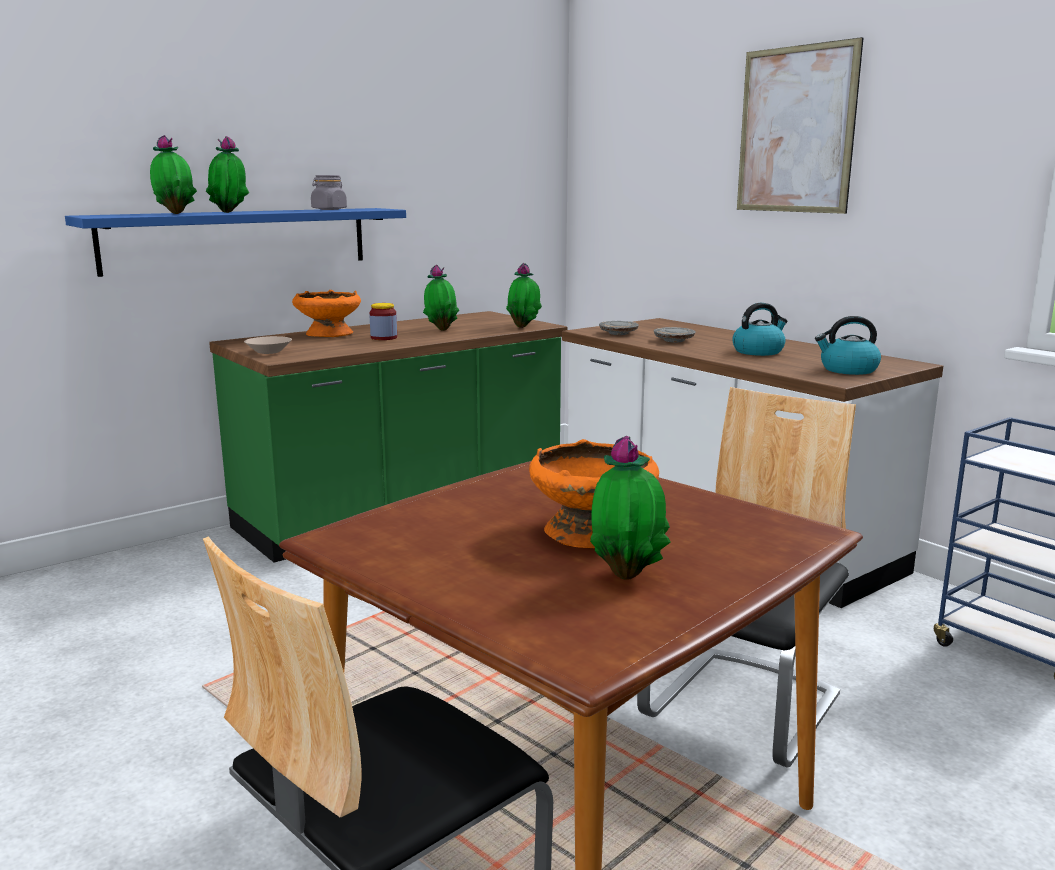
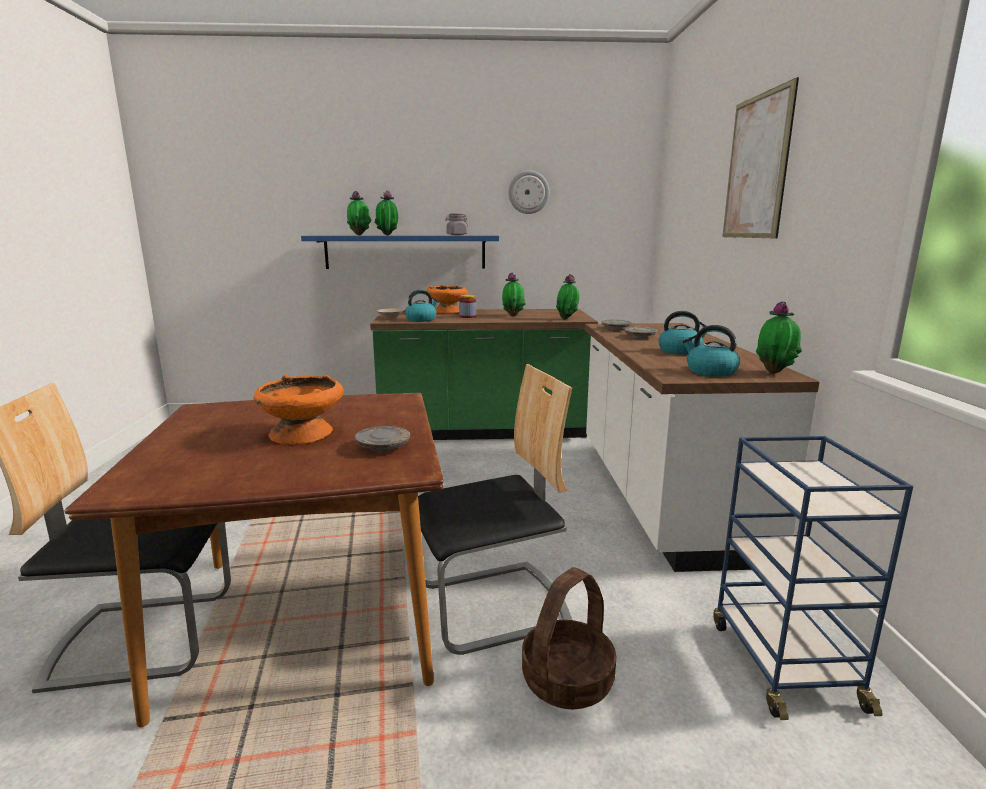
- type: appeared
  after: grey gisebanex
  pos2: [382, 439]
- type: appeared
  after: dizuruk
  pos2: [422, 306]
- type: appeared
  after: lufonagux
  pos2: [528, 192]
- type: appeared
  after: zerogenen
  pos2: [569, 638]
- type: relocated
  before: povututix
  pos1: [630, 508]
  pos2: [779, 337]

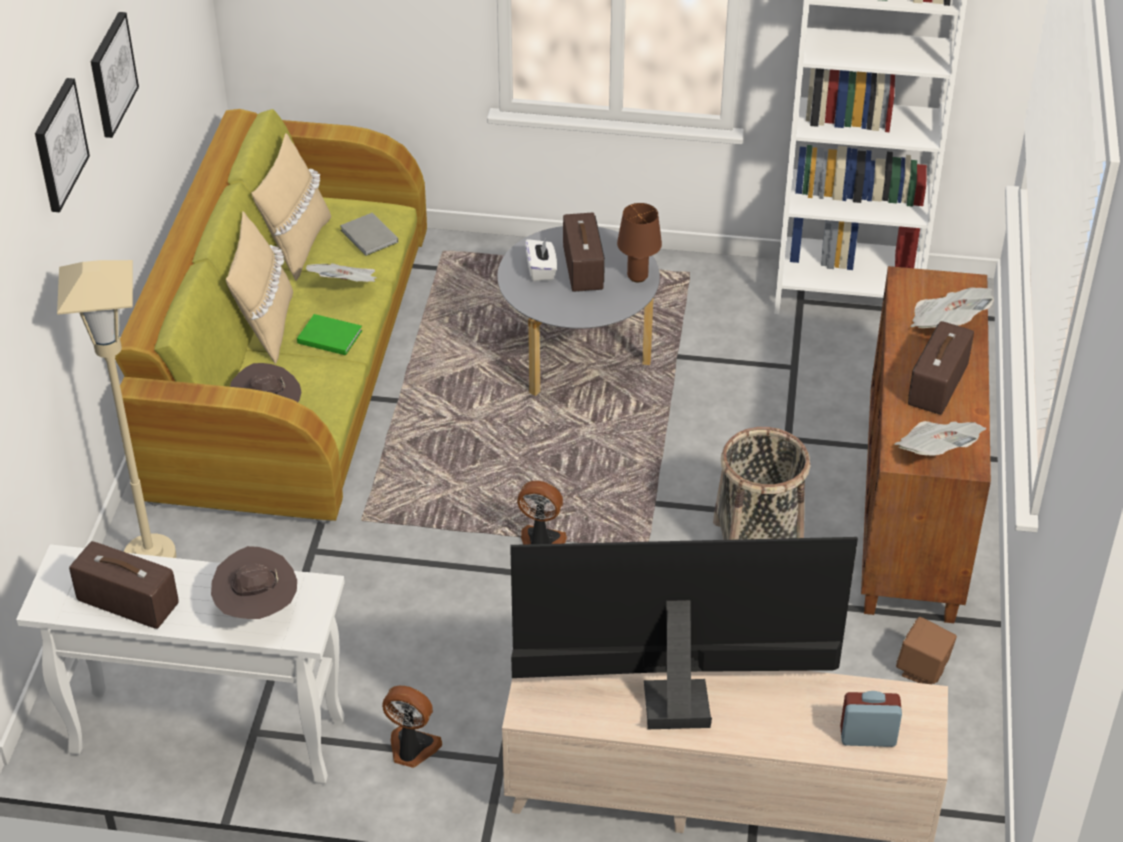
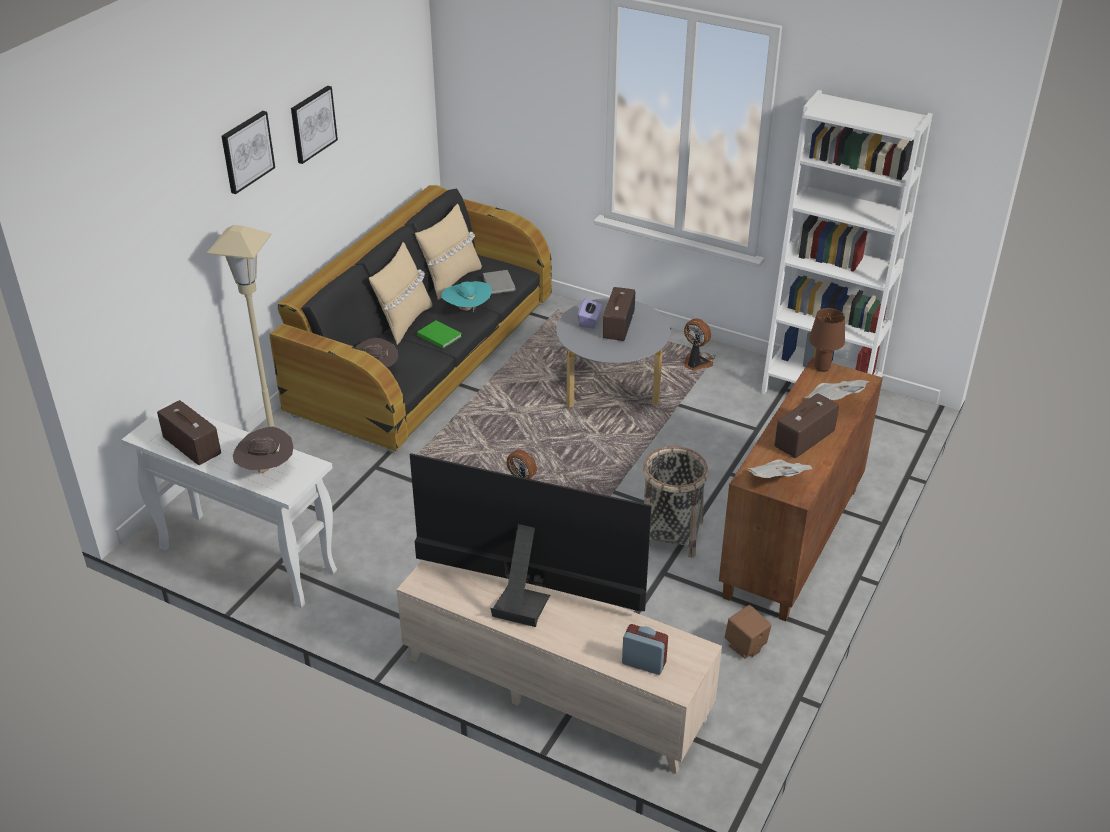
- type: colour
  before: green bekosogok
  after: black bekosogok
  pos1: [271, 316]
  pos2: [411, 319]
- type: exchanged
  before: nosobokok
  after: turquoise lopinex
  pos1: [341, 272]
  pos2: [466, 296]
- type: colour
  before: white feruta
  after: purple feruta
  pos1: [541, 259]
  pos2: [590, 314]
- type: relocated
  before: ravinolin
  pos1: [412, 727]
  pos2: [698, 344]
- type: relocated
  before: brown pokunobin
  pos1: [639, 242]
  pos2: [827, 340]

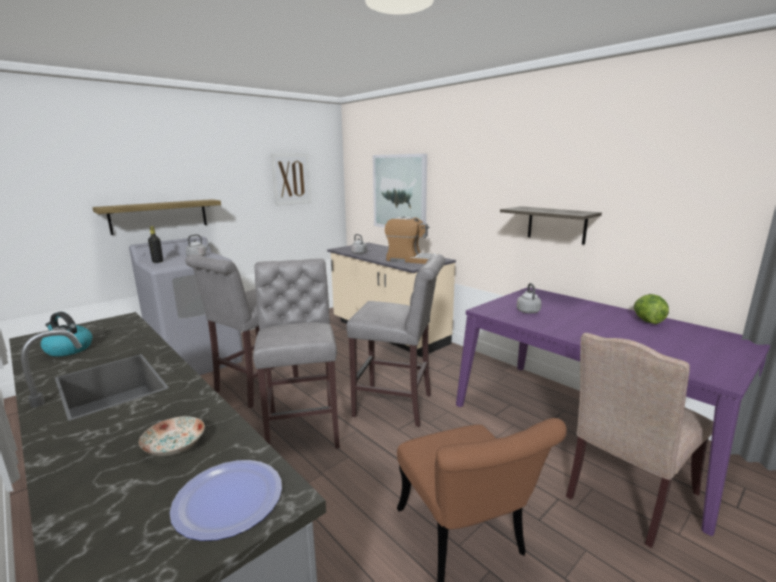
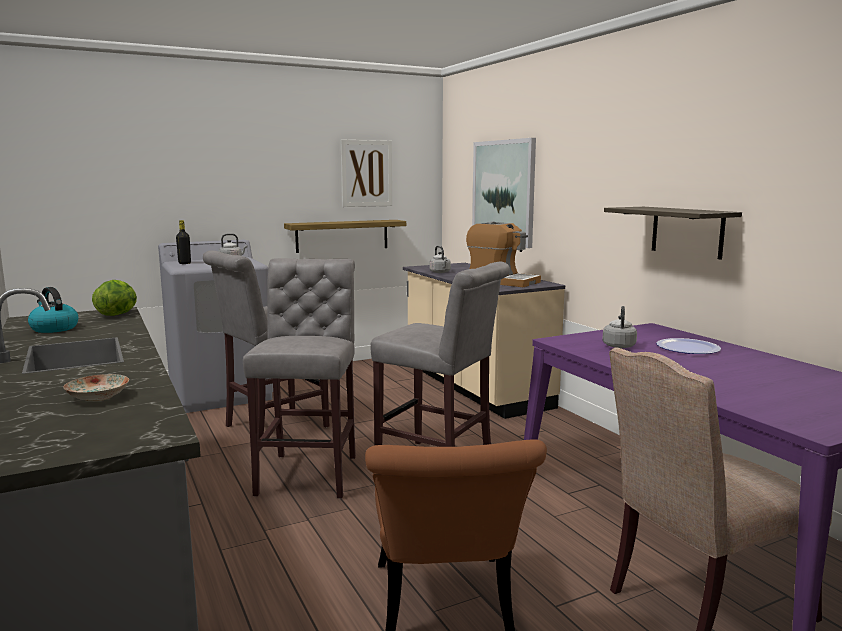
- type: relocated
  before: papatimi
  pos1: [651, 309]
  pos2: [114, 298]
- type: relocated
  before: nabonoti
  pos1: [156, 217]
  pos2: [345, 236]
- type: relocated
  before: gisebanex
  pos1: [226, 500]
  pos2: [688, 346]

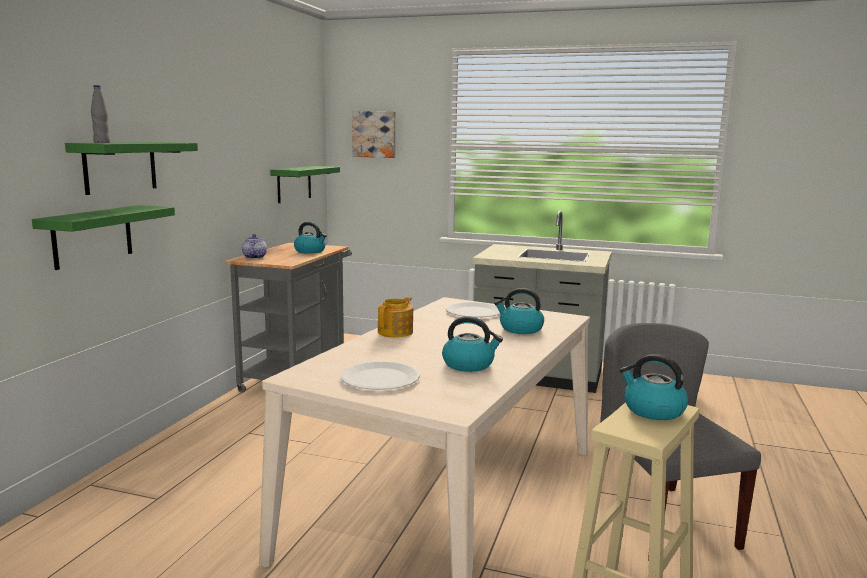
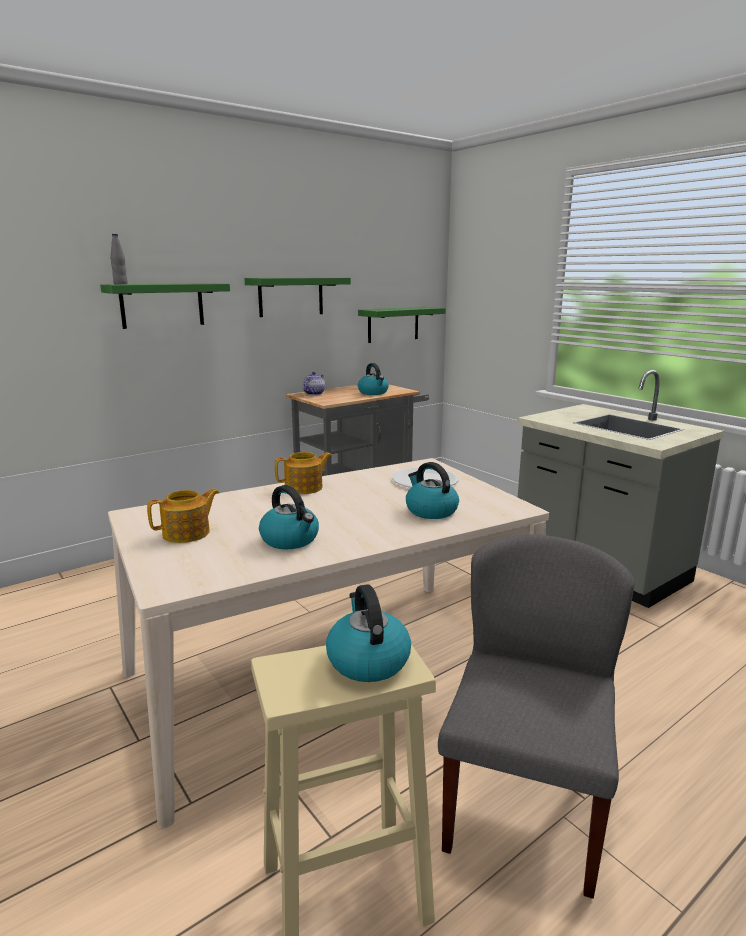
- type: exchanged
  before: white gisebanex
  after: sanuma
  pos1: [380, 375]
  pos2: [183, 516]
- type: relocated
  before: green nabonoti
  pos1: [103, 237]
  pos2: [297, 297]
- type: missing
  before: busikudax
  pos1: [373, 134]

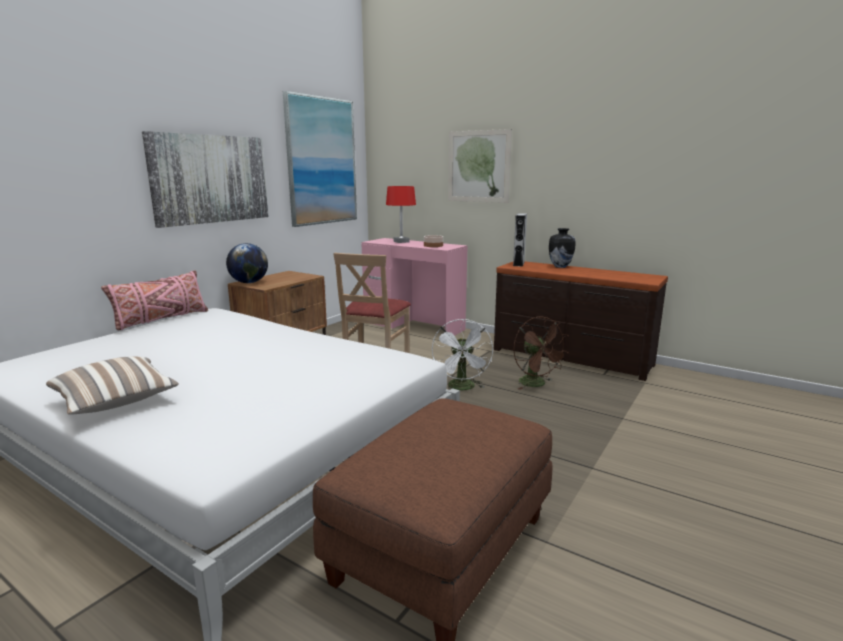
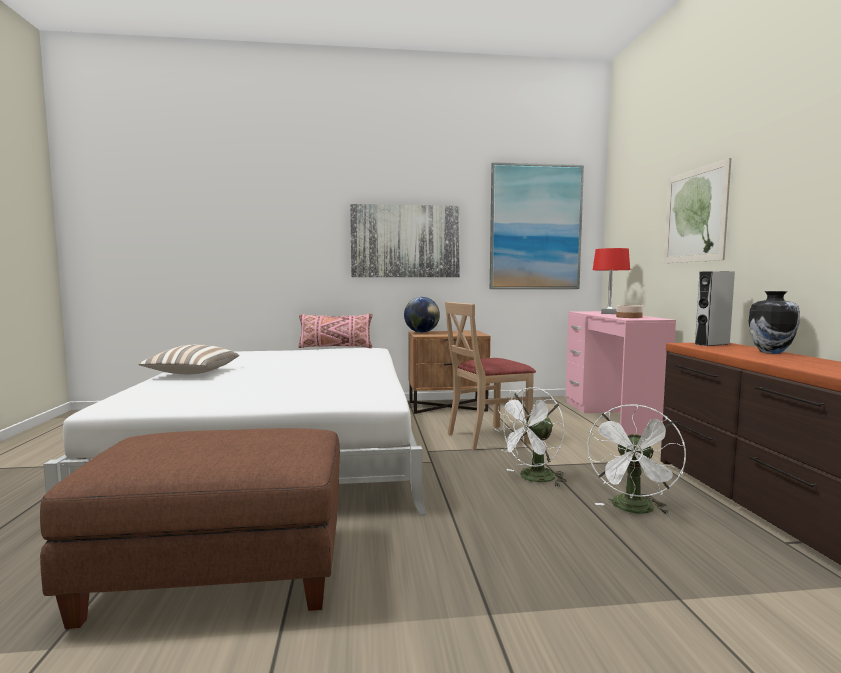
- type: colour
  before: brown ravinolin
  after: white ravinolin
  pos1: [541, 353]
  pos2: [636, 459]

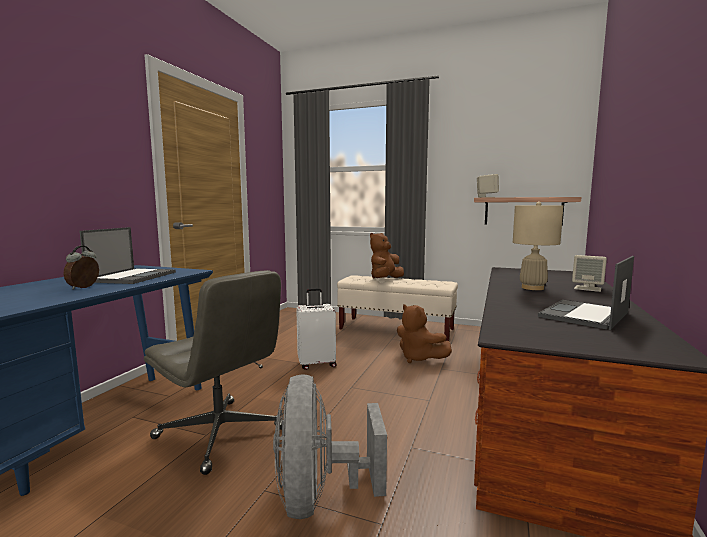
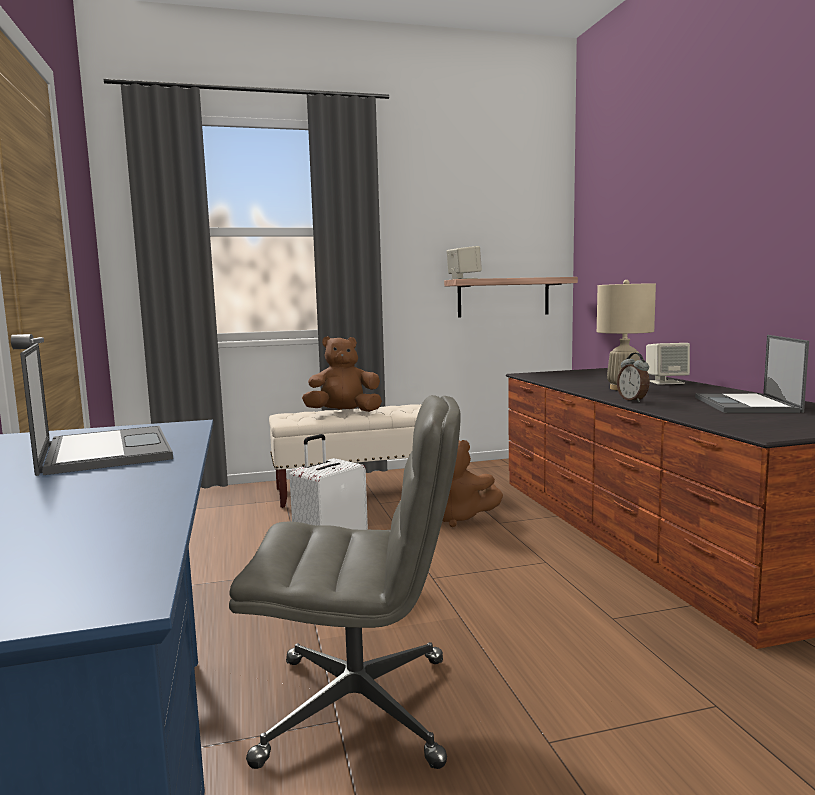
- type: spun
  before: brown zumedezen
  pos1: [387, 255]
  pos2: [342, 374]
  turn: 75
- type: relocated
  before: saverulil
  pos1: [81, 268]
  pos2: [633, 377]
- type: missing
  before: grey ravinolin
  pos1: [330, 446]

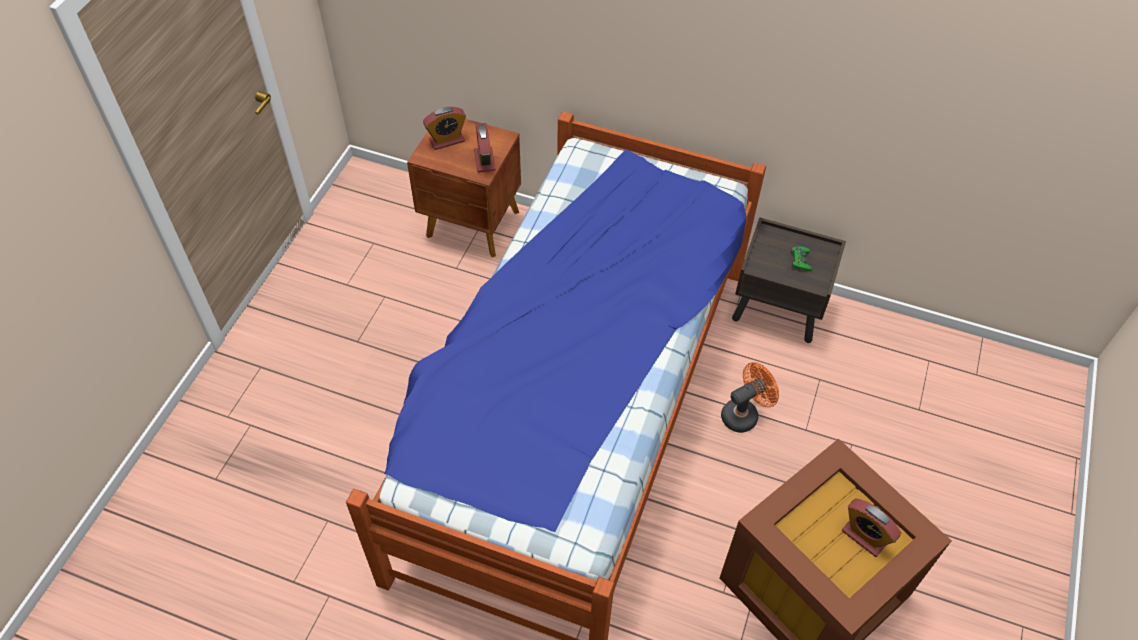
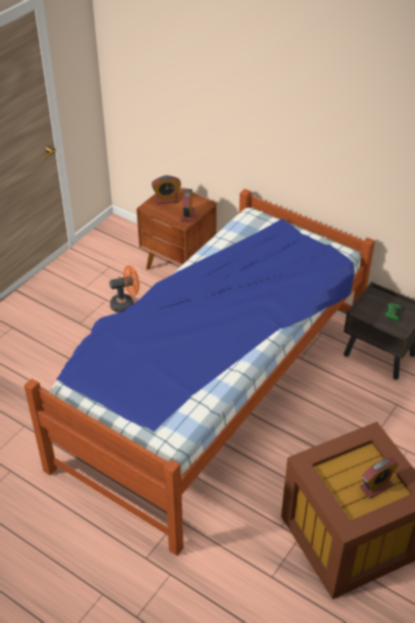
- type: relocated
  before: orange ravinolin
  pos1: [750, 397]
  pos2: [124, 289]
- type: spun
  before: saverulil
  pos1: [871, 527]
  pos2: [379, 478]
  turn: -90

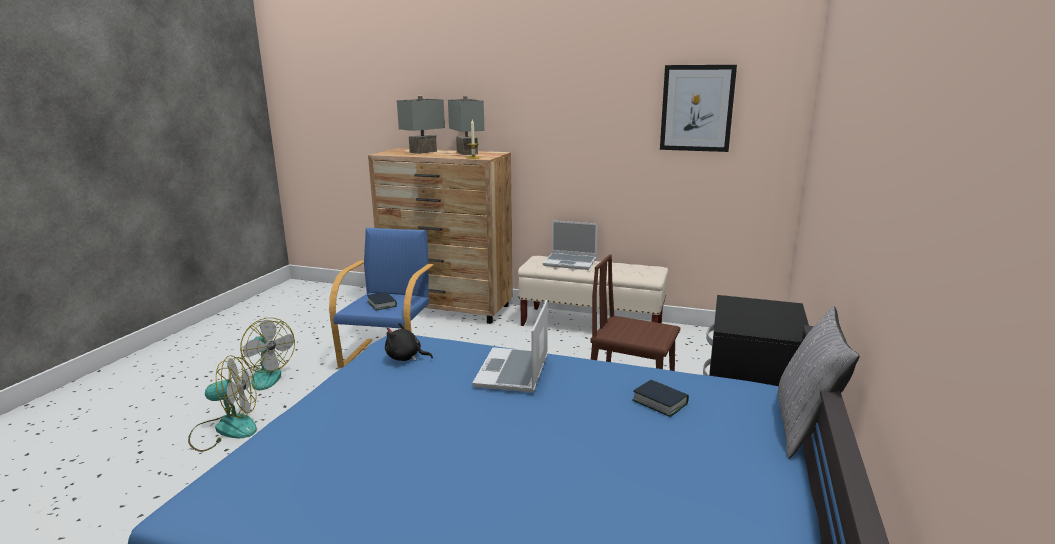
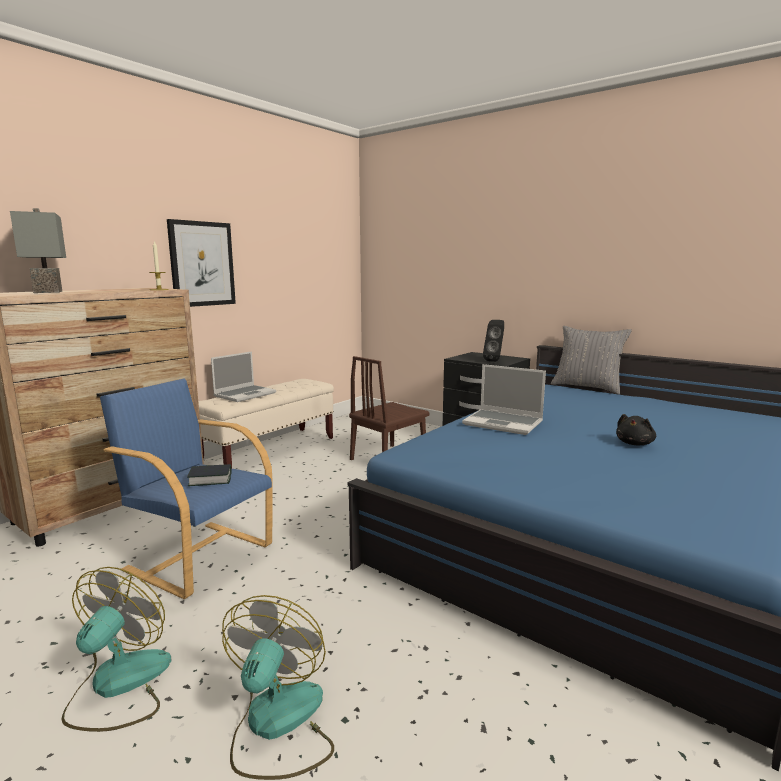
- type: spun
  before: ravinolin
  pos1: [263, 354]
  pos2: [116, 649]
  turn: -45
- type: relocated
  before: busikudax
  pos1: [698, 108]
  pos2: [201, 263]
- type: appeared
  after: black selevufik
  pos2: [493, 341]
- type: relocated
  before: black zumedezen
  pos1: [409, 342]
  pos2: [636, 429]
- type: missing
  before: grey pokunobin
  pos1: [466, 125]
- type: missing
  before: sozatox
  pos1: [661, 398]

